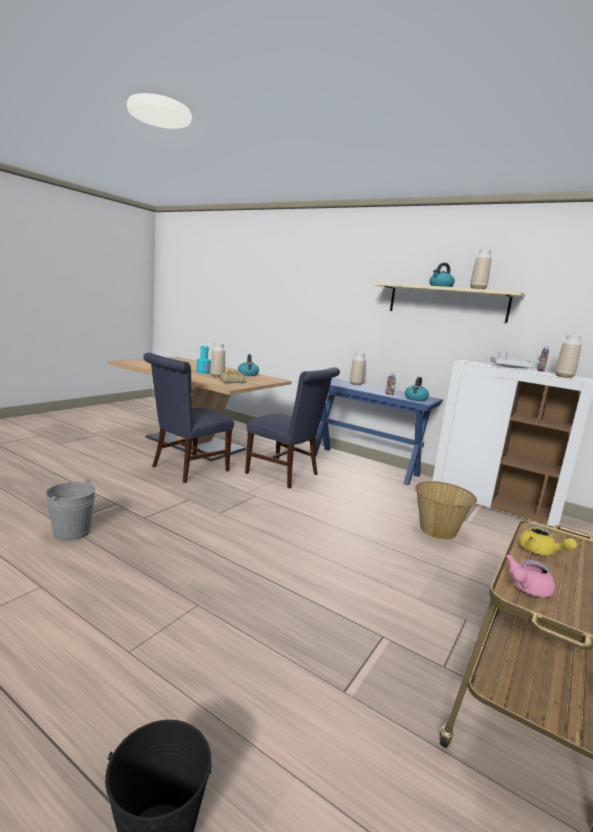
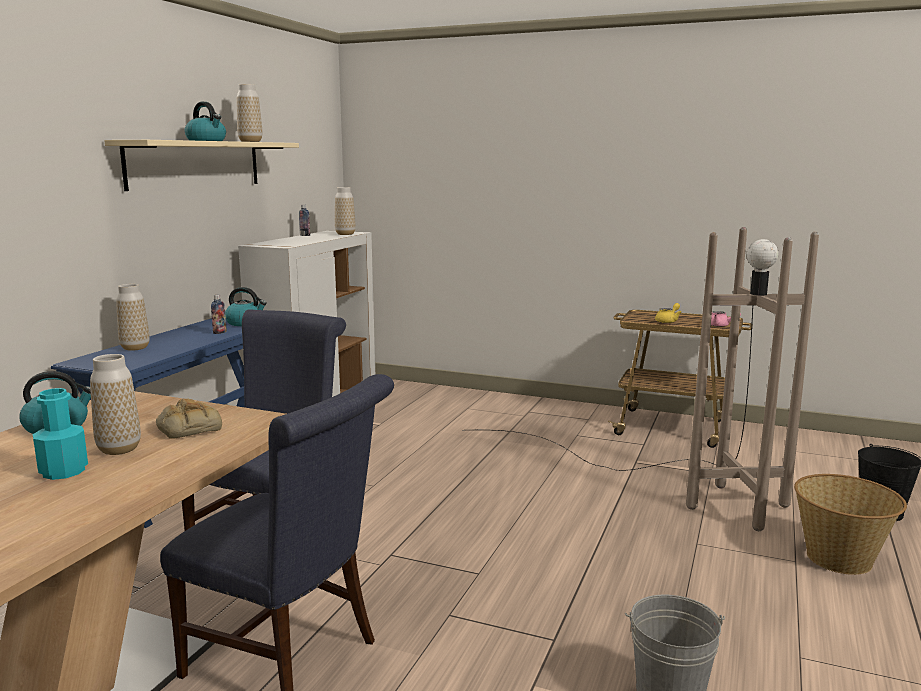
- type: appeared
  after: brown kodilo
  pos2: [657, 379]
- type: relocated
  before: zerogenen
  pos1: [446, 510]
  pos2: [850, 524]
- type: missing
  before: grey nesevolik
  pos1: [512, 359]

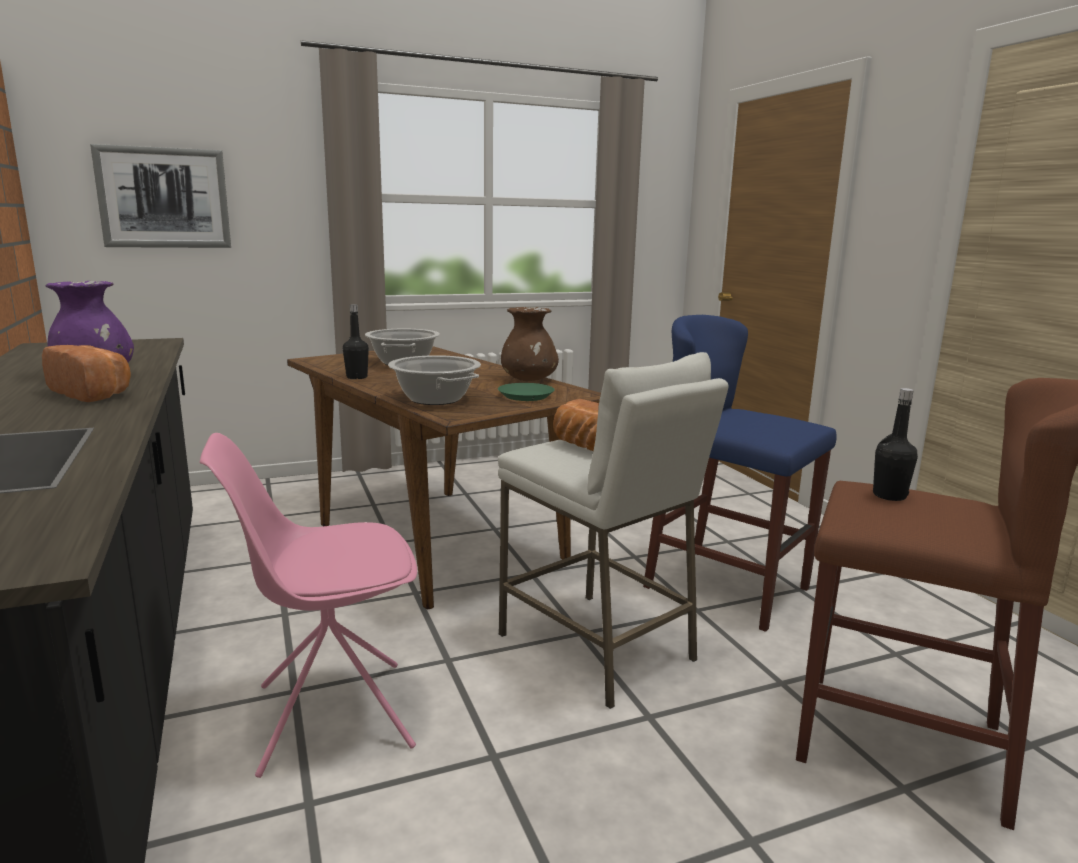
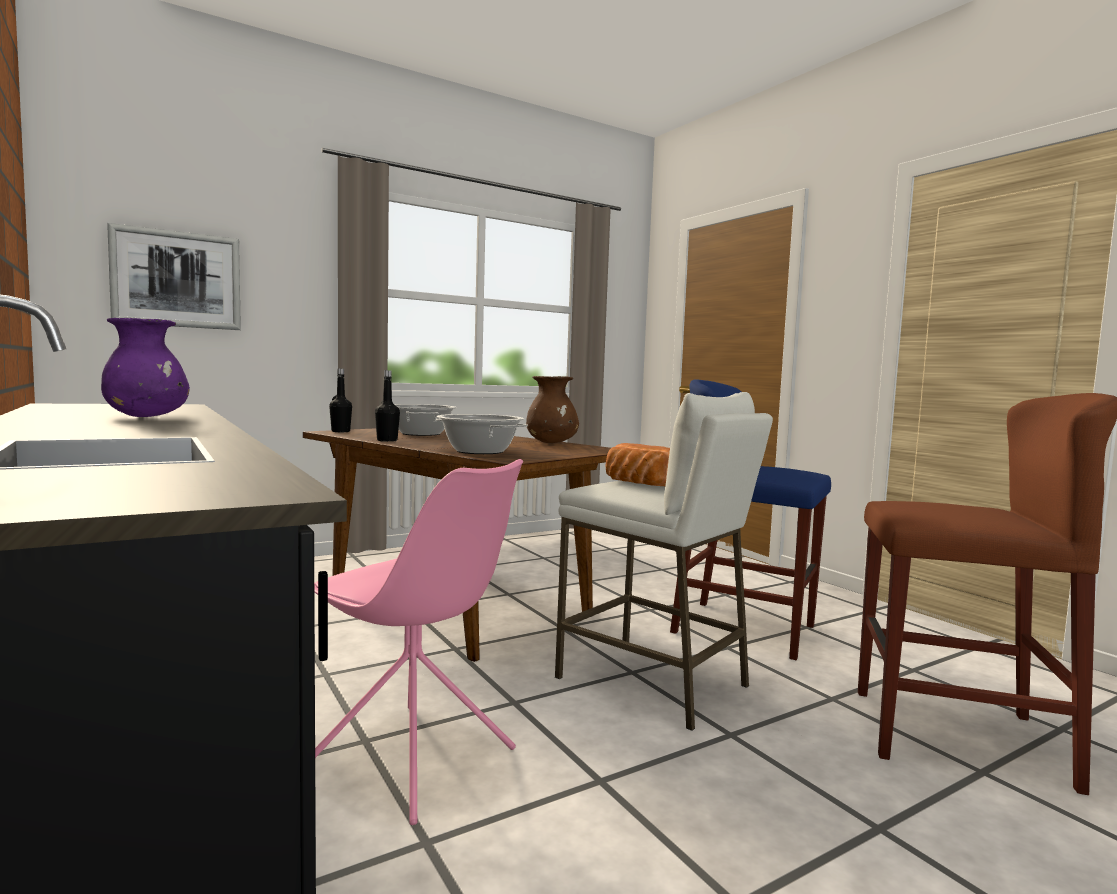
- type: spun
  before: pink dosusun
  pos1: [308, 605]
  pos2: [418, 642]
  turn: -120
- type: relocated
  before: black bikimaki
  pos1: [895, 444]
  pos2: [340, 400]
- type: missing
  before: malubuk
  pos1: [86, 373]
- type: missing
  before: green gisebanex
  pos1: [526, 392]

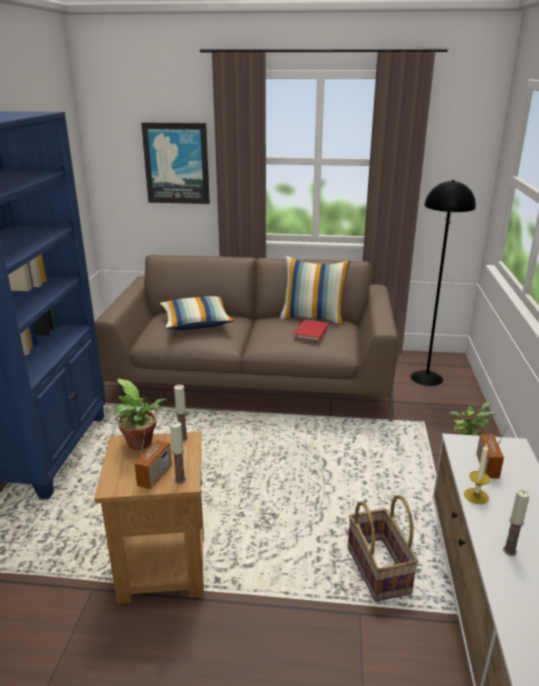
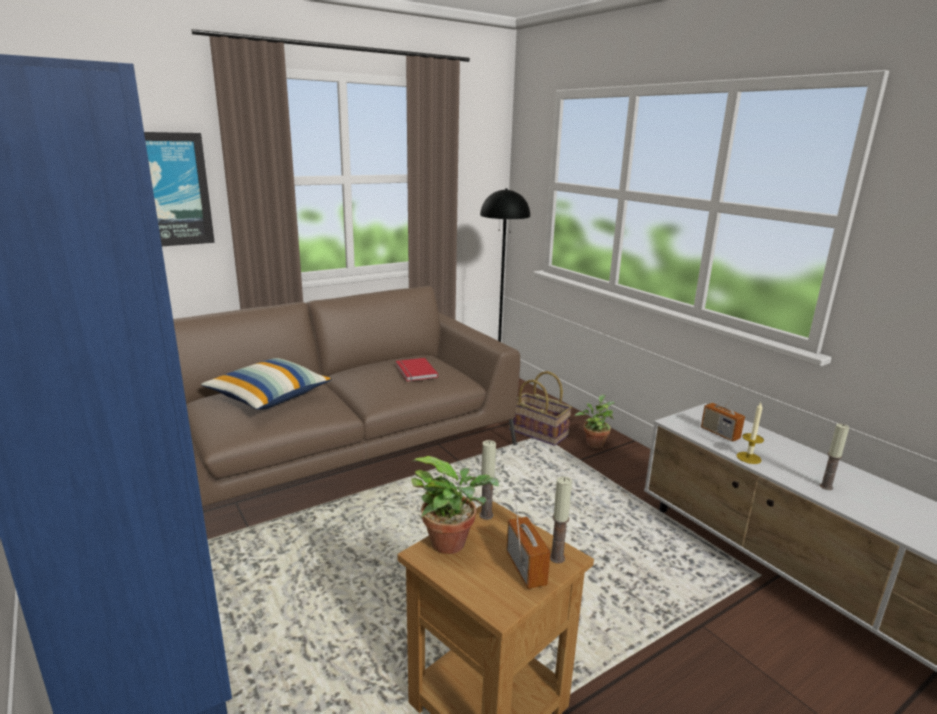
- type: relocated
  before: zerogenen
  pos1: [383, 548]
  pos2: [540, 408]
- type: missing
  before: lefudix
  pos1: [315, 290]

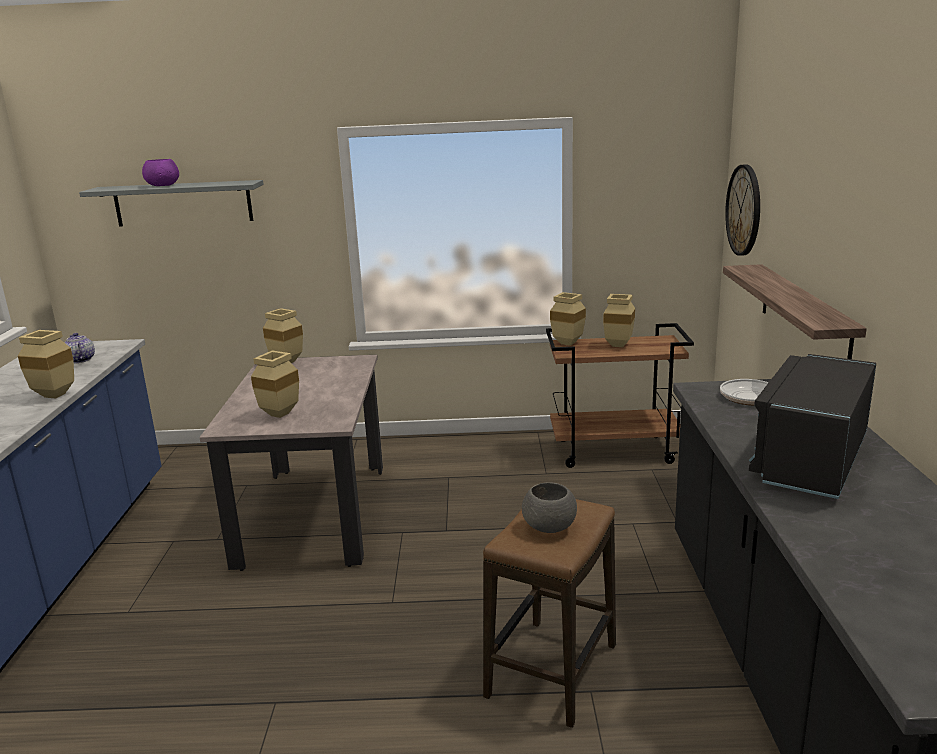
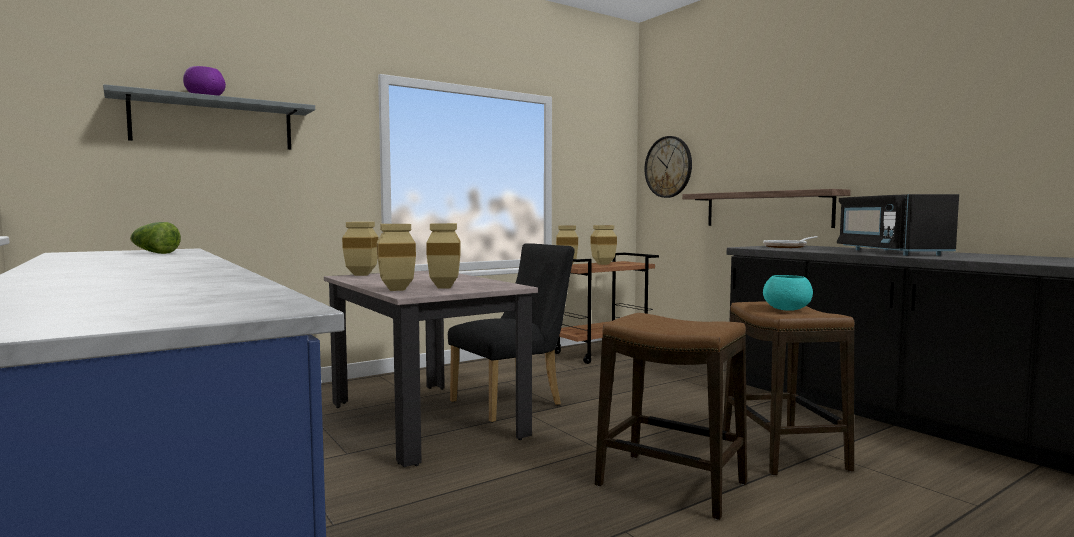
- type: exchanged
  before: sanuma
  after: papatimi
  pos1: [80, 348]
  pos2: [155, 238]
- type: relocated
  before: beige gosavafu
  pos1: [46, 364]
  pos2: [396, 257]
- type: appeared
  after: black dosusun
  pos2: [511, 333]
- type: appeared
  after: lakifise
  pos2: [671, 416]
- type: colour
  before: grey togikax
  after: turquoise togikax
  pos1: [549, 508]
  pos2: [788, 293]

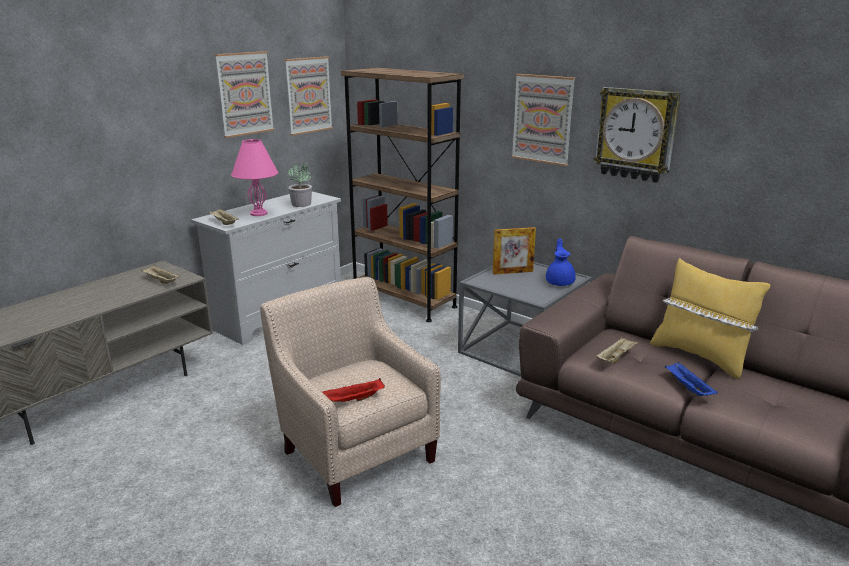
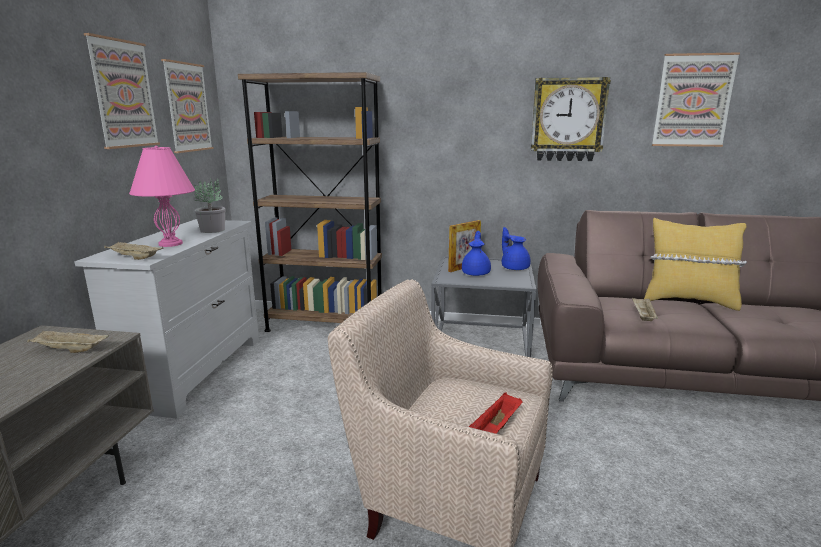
- type: appeared
  after: blue sanuma
  pos2: [476, 253]
- type: relocated
  before: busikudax
  pos1: [543, 120]
  pos2: [696, 99]
- type: missing
  before: blue nesevolik
  pos1: [691, 379]

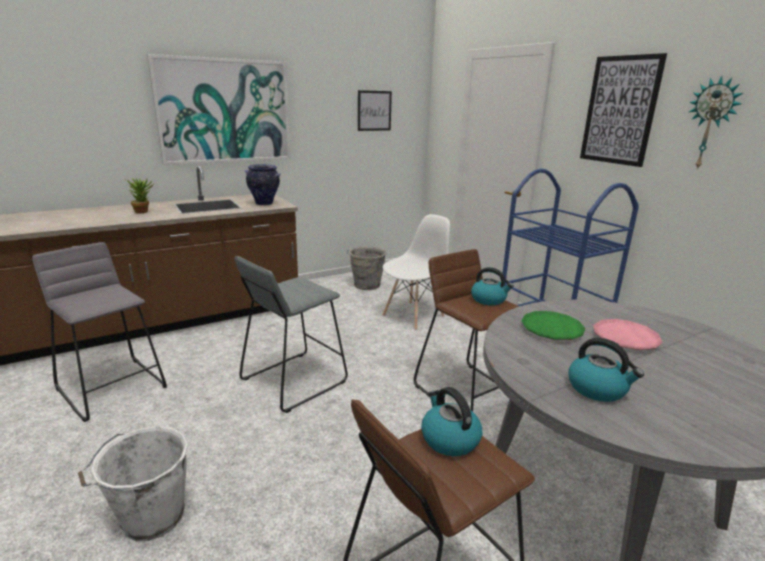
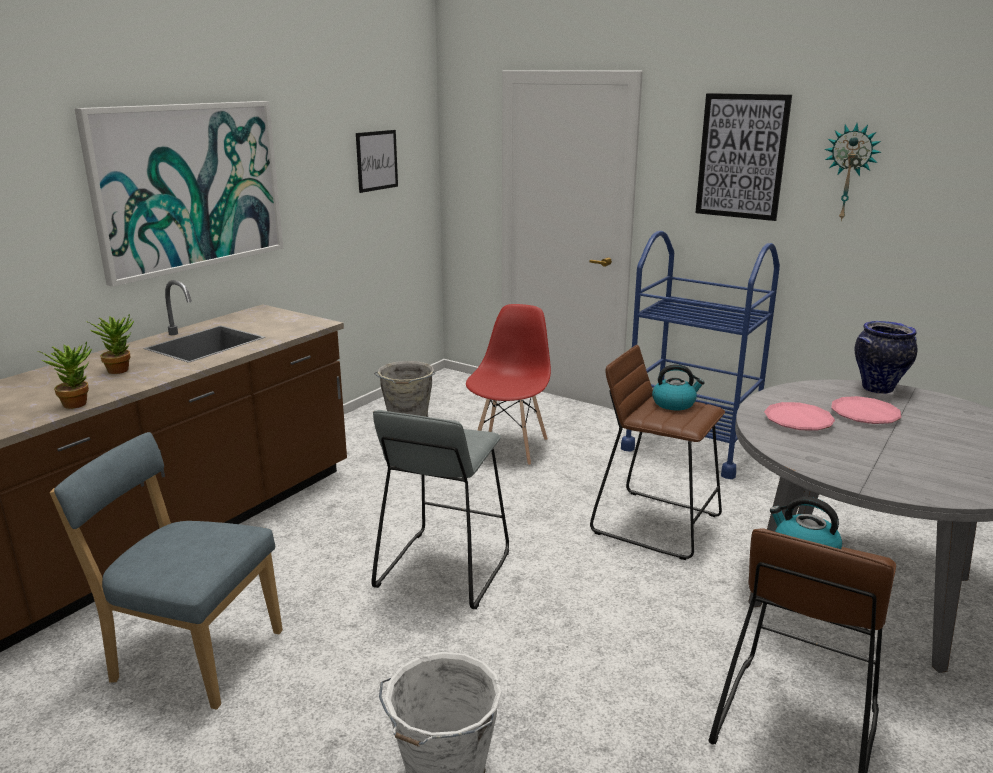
- type: appeared
  after: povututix
  pos2: [64, 375]
- type: exchanged
  before: grey lakifise
  after: blue dosusun
  pos1: [99, 332]
  pos2: [166, 571]
- type: colour
  before: white dosusun
  after: red dosusun
  pos1: [416, 272]
  pos2: [508, 385]
- type: colour
  before: green gisebanex
  after: pink gisebanex
  pos1: [553, 325]
  pos2: [799, 416]
- type: relocated
  before: gosavafu
  pos1: [263, 184]
  pos2: [886, 357]
- type: missing
  before: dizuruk
  pos1: [606, 370]

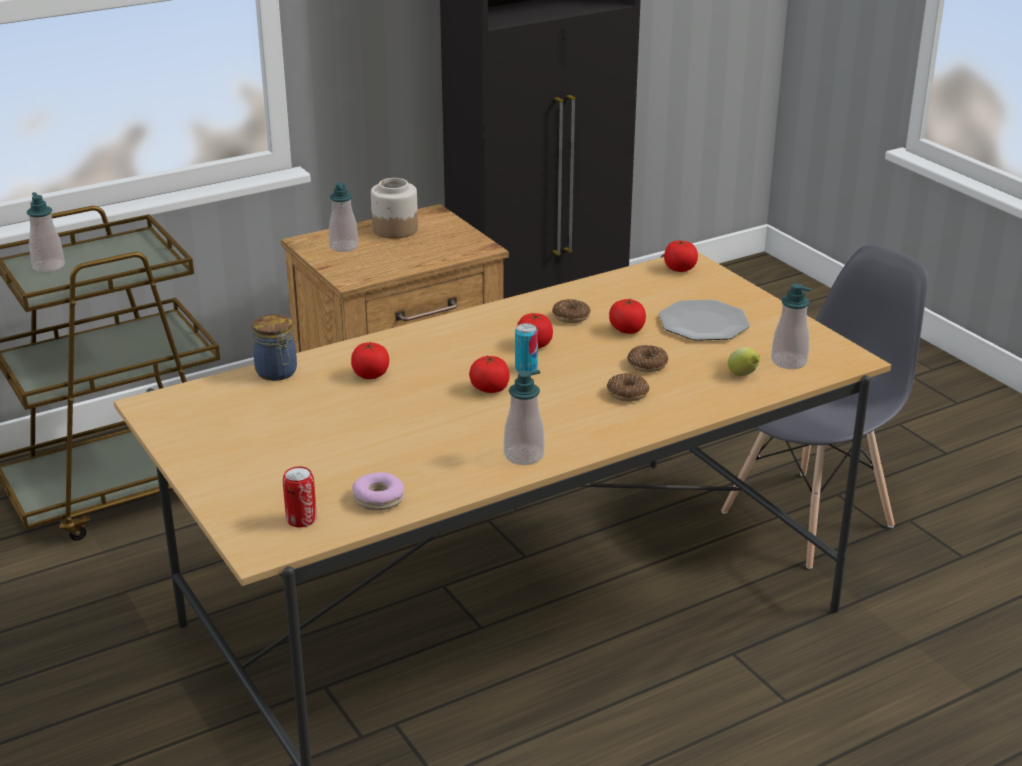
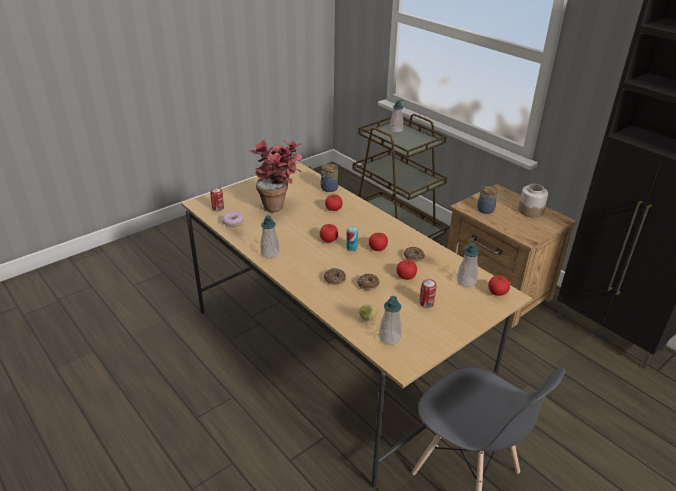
- type: appeared
  after: povututix
  pos2: [275, 175]
- type: exchanged
  before: gisebanex
  after: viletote
  pos1: [704, 320]
  pos2: [427, 293]
- type: relocated
  before: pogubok
  pos1: [343, 217]
  pos2: [468, 265]
- type: appeared
  after: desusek
  pos2: [487, 200]

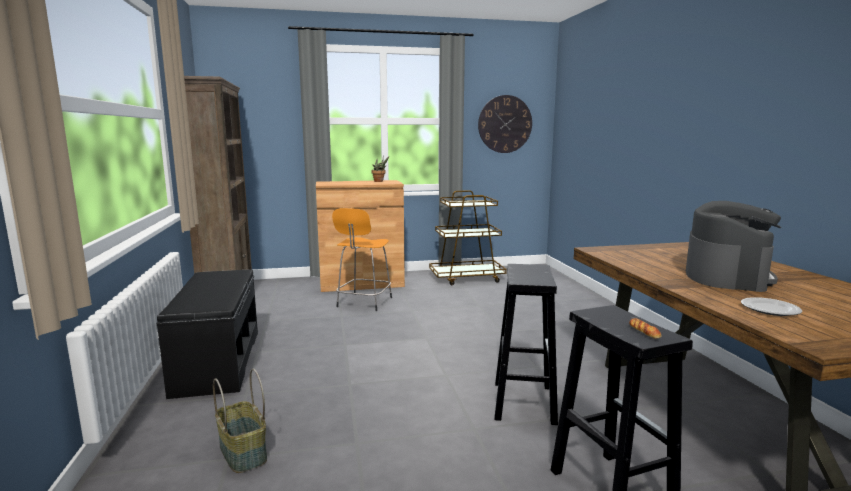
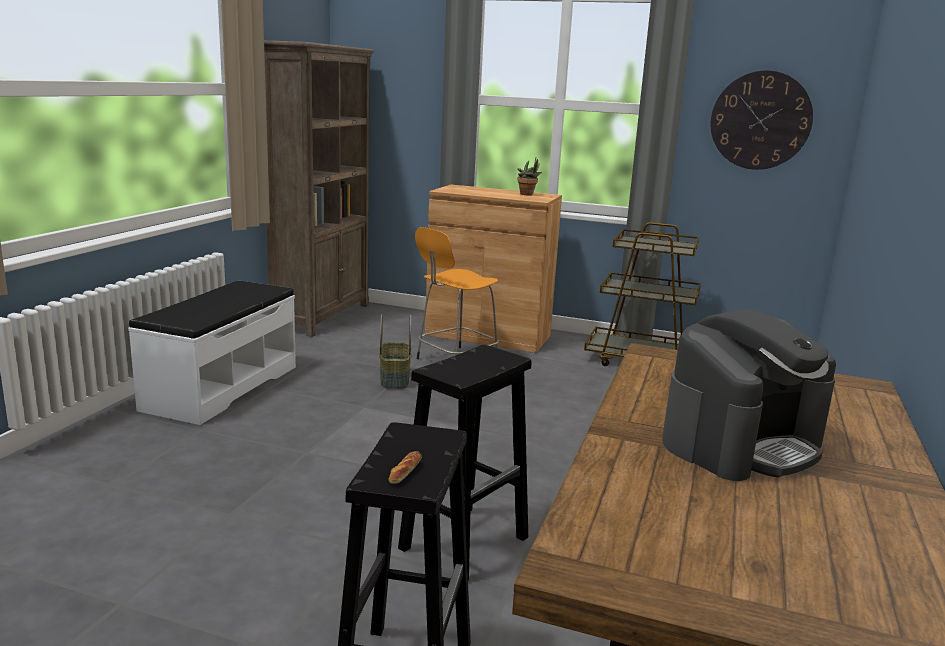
- type: colour
  before: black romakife
  after: white romakife
  pos1: [207, 334]
  pos2: [212, 353]
- type: relocated
  before: zerogenen
  pos1: [240, 421]
  pos2: [395, 351]
- type: missing
  before: gisebanex
  pos1: [771, 306]

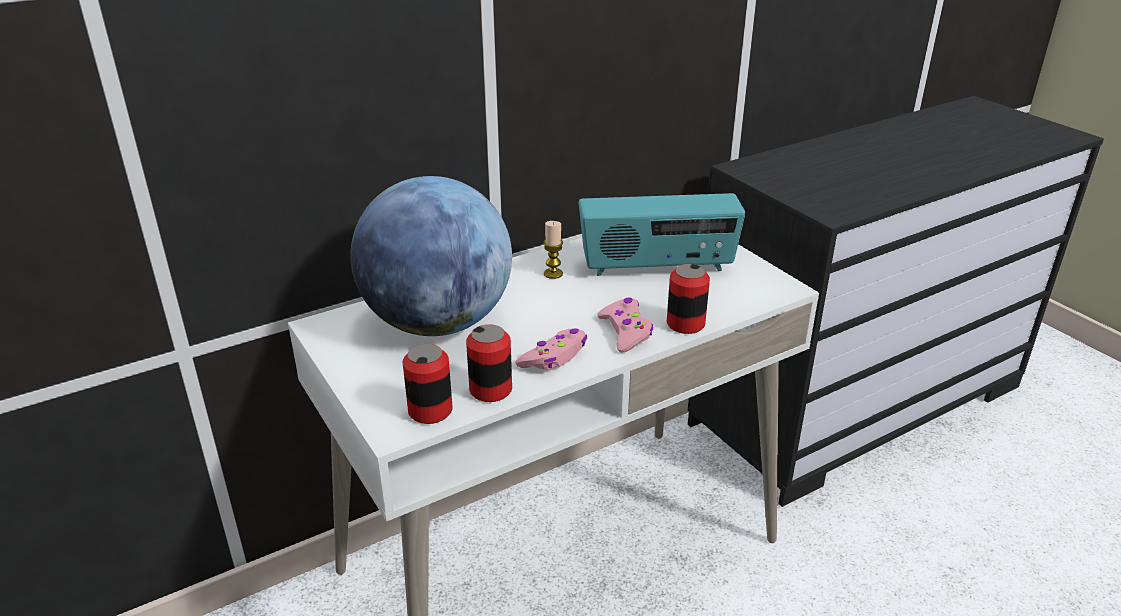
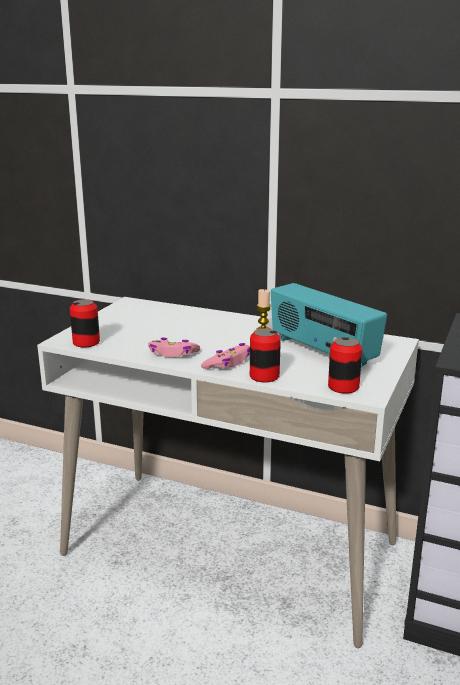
- type: relocated
  before: viletote
  pos1: [489, 363]
  pos2: [345, 365]
- type: missing
  before: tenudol
  pos1: [431, 256]

